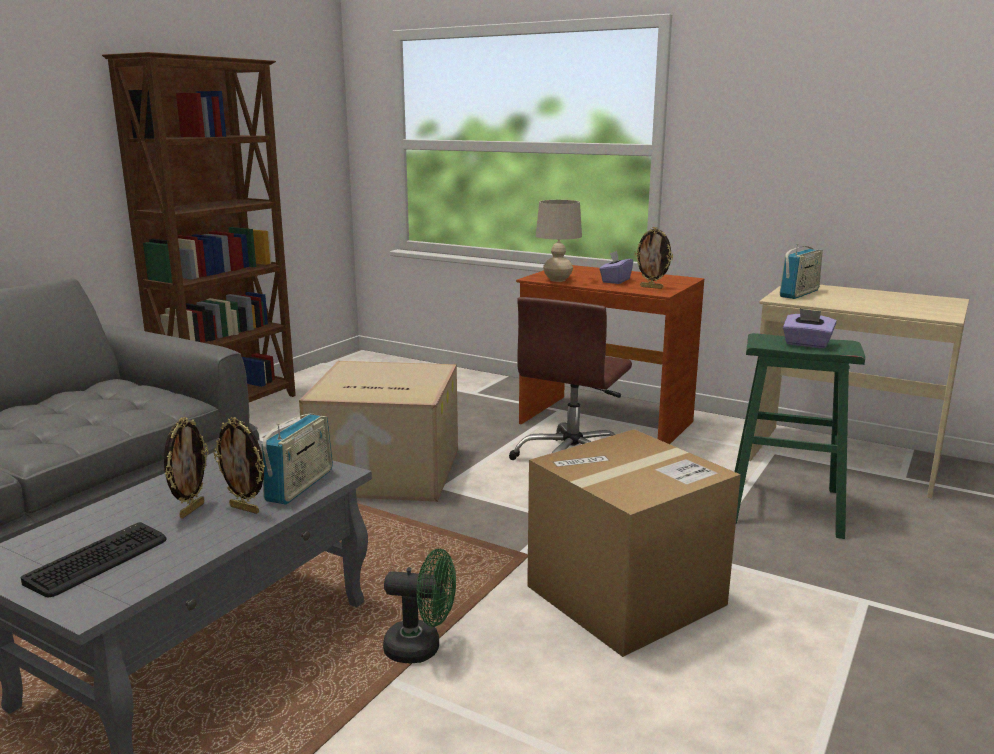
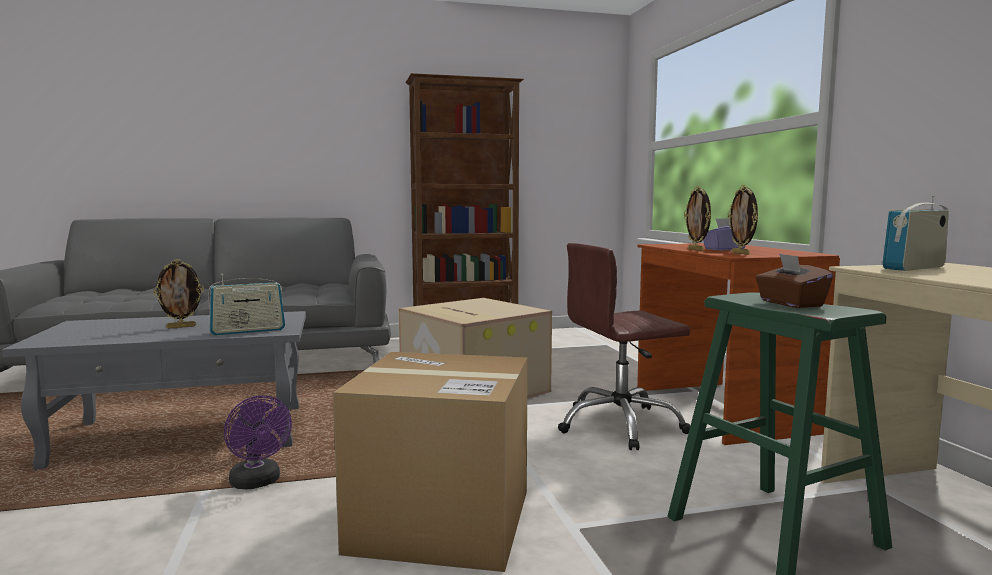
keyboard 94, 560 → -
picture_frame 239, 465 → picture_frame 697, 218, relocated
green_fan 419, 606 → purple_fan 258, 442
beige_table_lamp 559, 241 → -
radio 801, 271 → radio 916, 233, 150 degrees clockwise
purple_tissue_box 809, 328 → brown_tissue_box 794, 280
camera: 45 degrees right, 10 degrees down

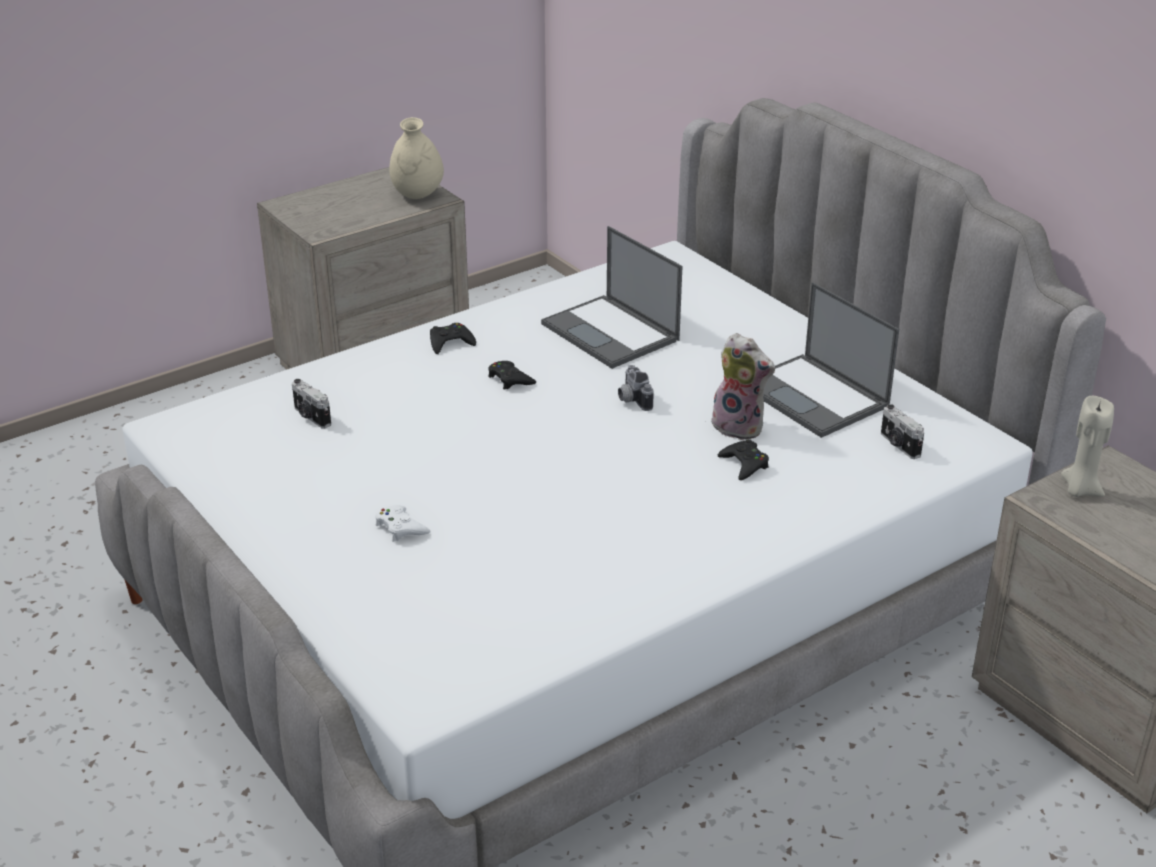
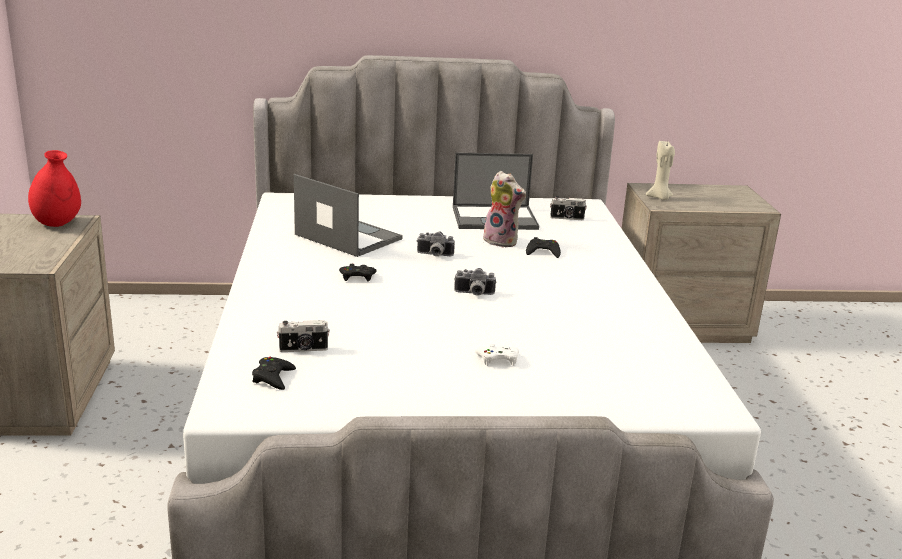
beige_vase 417, 158 → red_vase 54, 188
black_game_controller 453, 338 → black_game_controller 274, 373, relocated
laptop 611, 297 → laptop 348, 215, 135 degrees counterclockwise
plush_toy 742, 387 → plush_toy 504, 209, 60 degrees clockwise
- → photo_camera 475, 282
camera: 60 degrees left, 10 degrees down

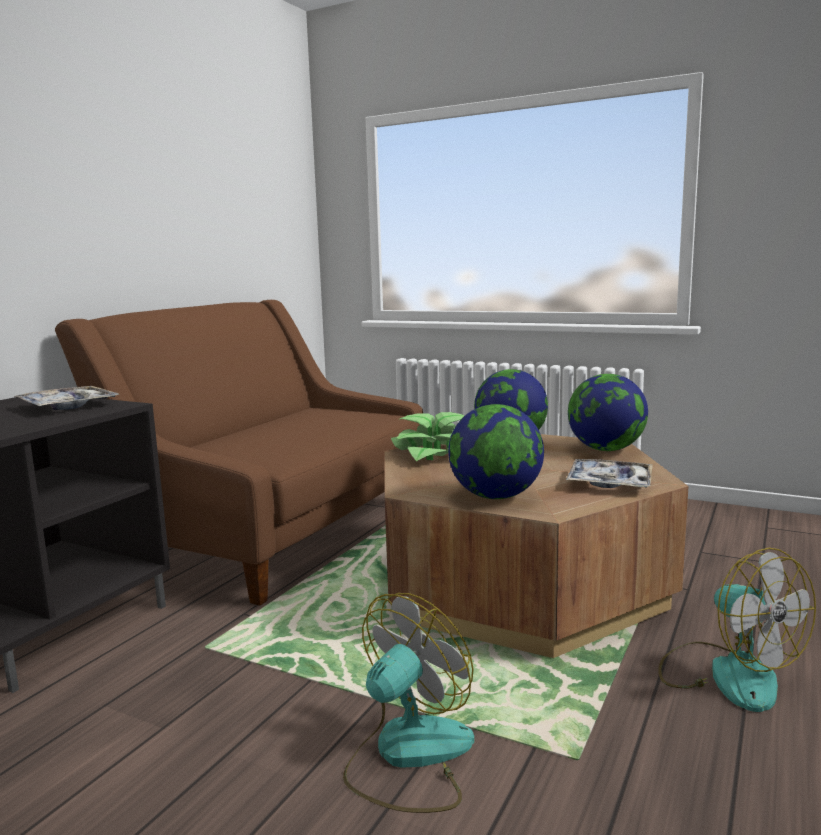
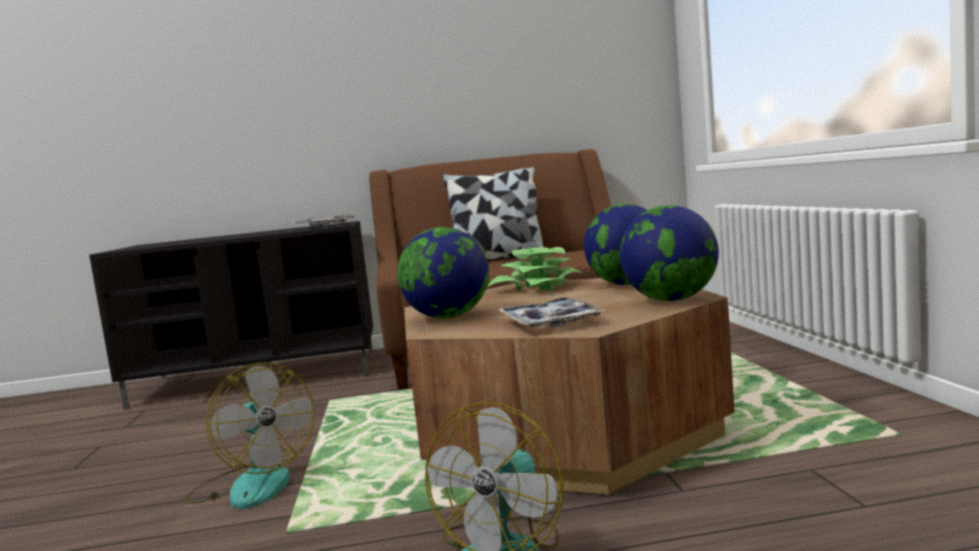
fan 408, 703 → fan 249, 436, 45 degrees clockwise
- → pillow 493, 213
camera: 55 degrees right, 5 degrees down

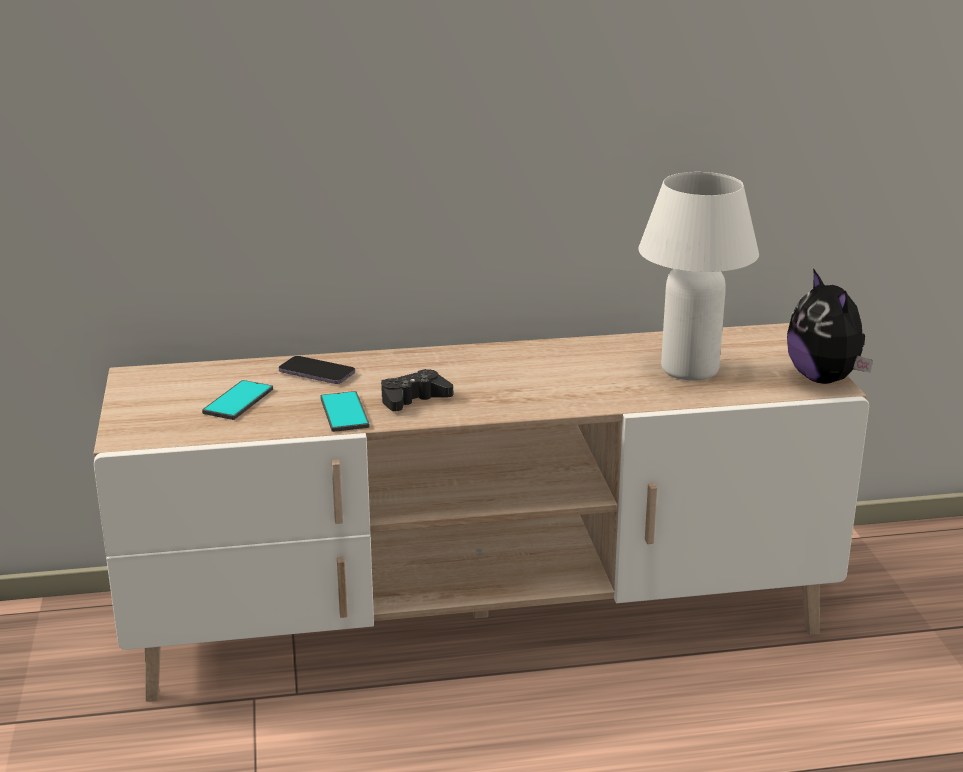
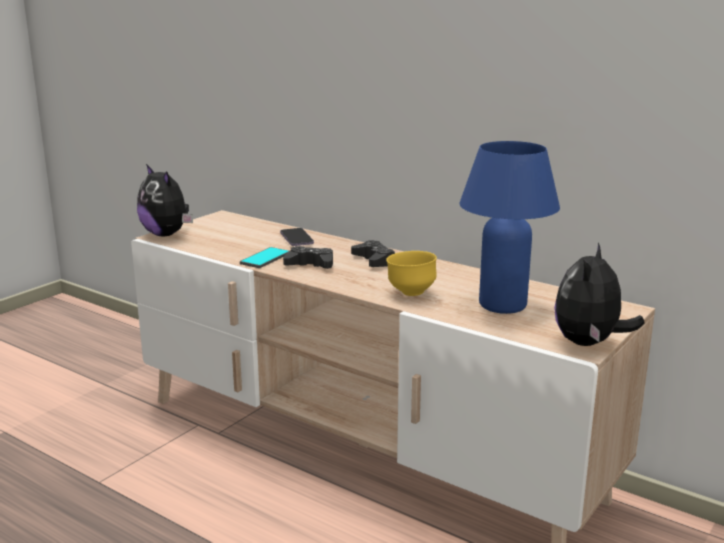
phone 237, 400 → -
white_table_lamp 698, 276 → blue_table_lamp 509, 227
- → plush_toy 165, 200
- → black_game_controller 373, 253
- → yellow_bowl 411, 273
camera: 45 degrees right, 5 degrees down

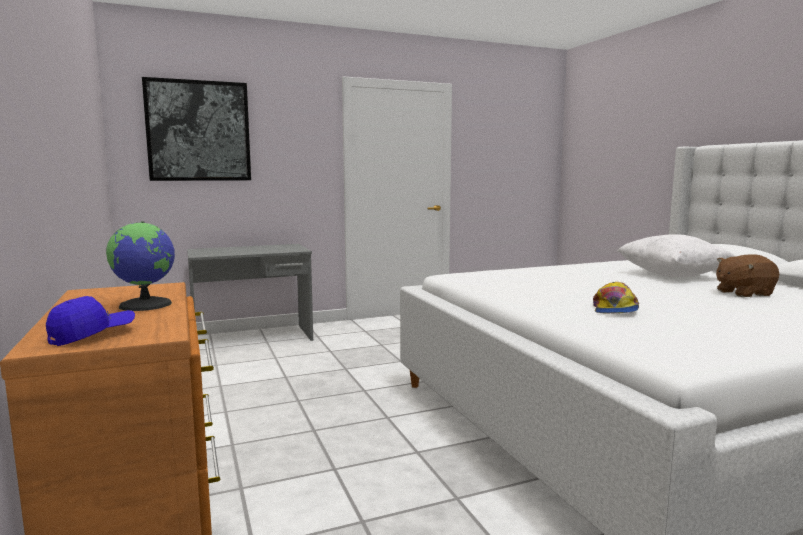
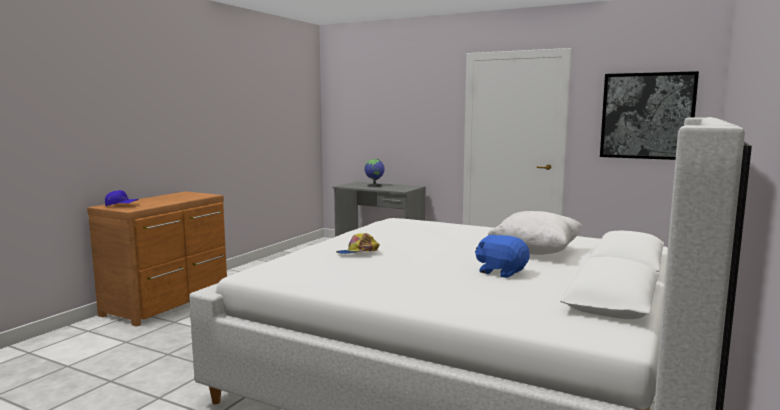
globe 140, 266 → globe 374, 173, relocated
picture 196, 129 → picture 649, 115, relocated
brown_plush_toy 747, 275 → blue_plush_toy 502, 256
camera: 50 degrees right, 0 degrees up

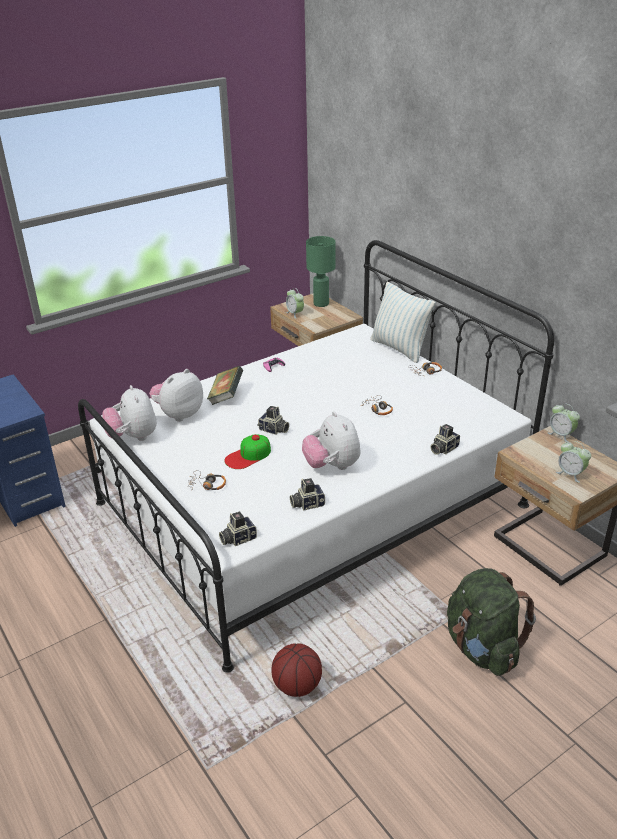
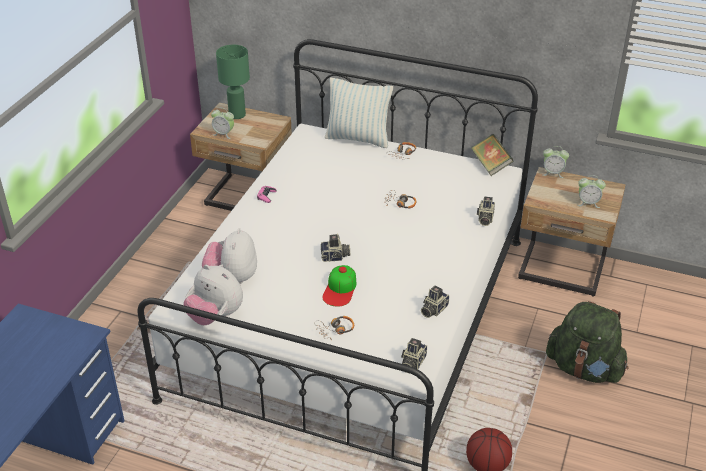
book 225, 385 → book 492, 155, relocated
plush_toy 331, 440 → -
camera: 35 degrees left, 5 degrees up

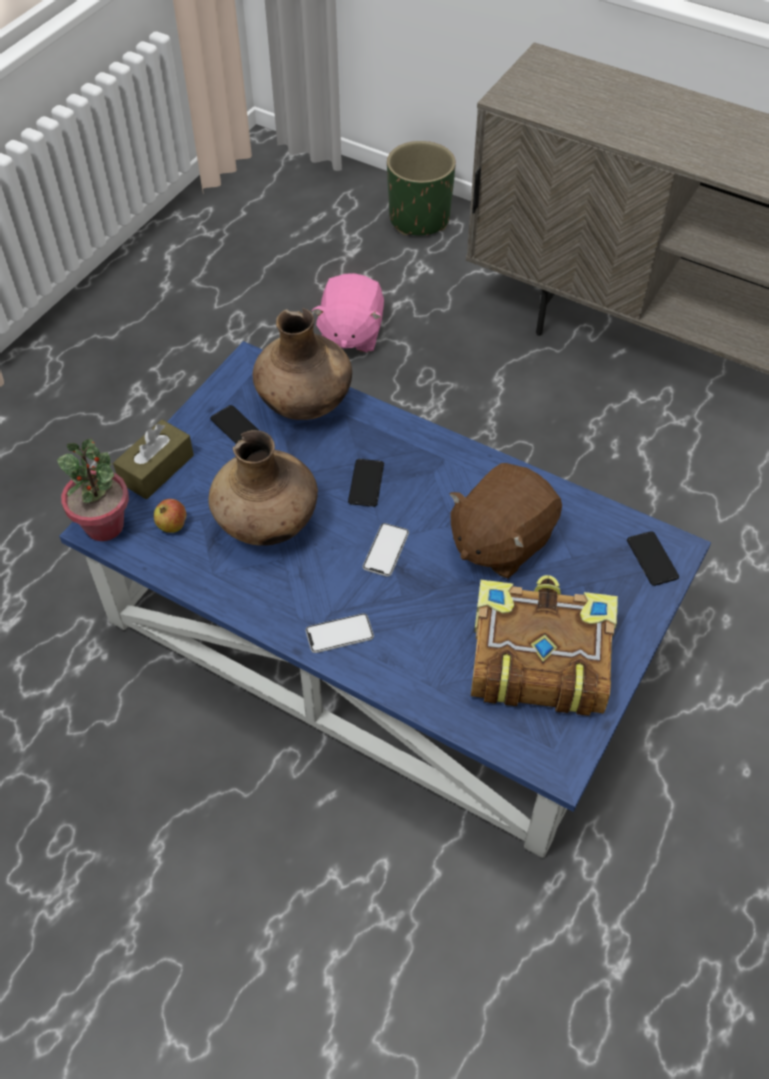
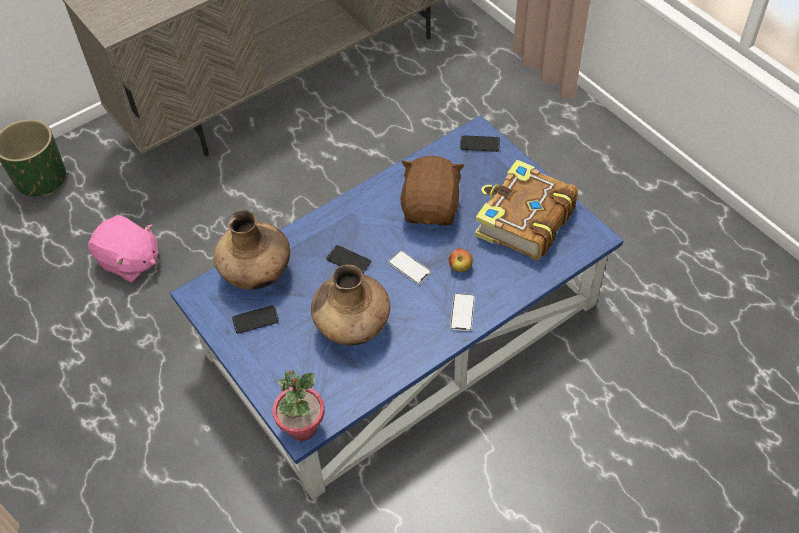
brown_tissue_box 153, 459 → -
apple 170, 516 → apple 461, 260, relocated
brown_plush_toy 505, 521 → brown_plush_toy 432, 190, 150 degrees counterclockwise
camera: 65 degrees left, 0 degrees up

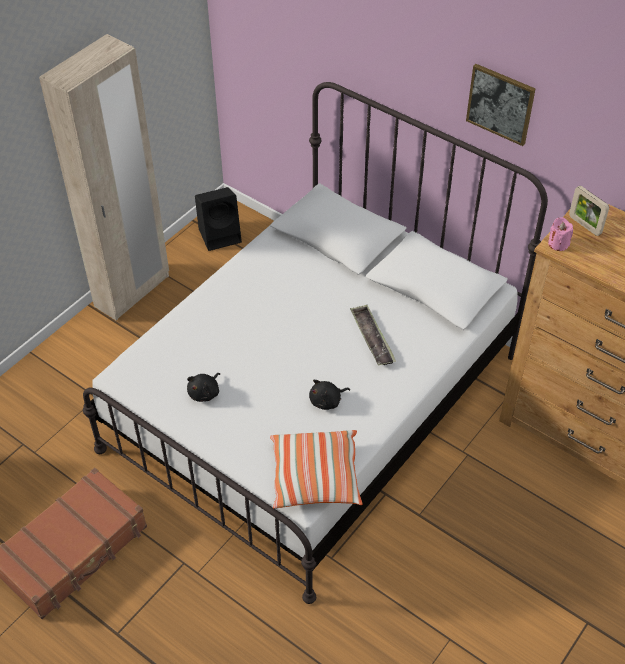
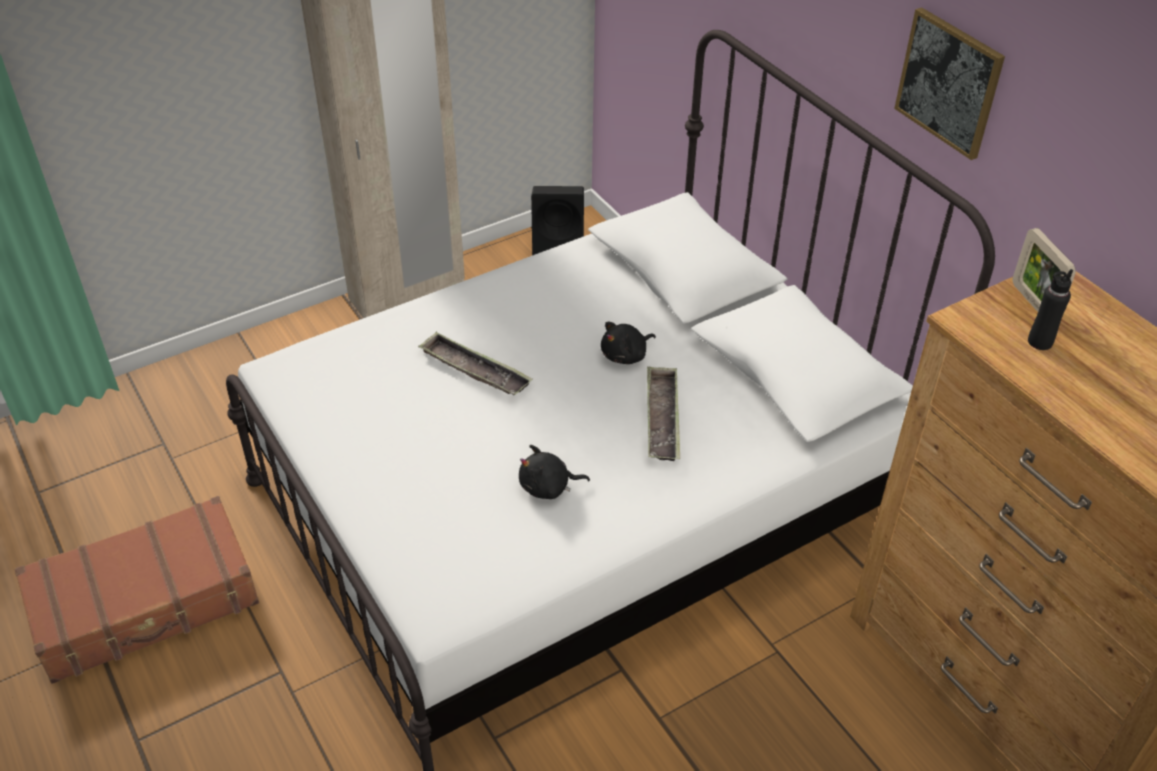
black_plush_toy 203, 387 → black_plush_toy 628, 343, relocated
pillow 316, 469 → -
pink_candle 560, 234 → -
- → tray 475, 363
- → black_bottle 1050, 309
camera: 20 degrees right, 5 degrees down

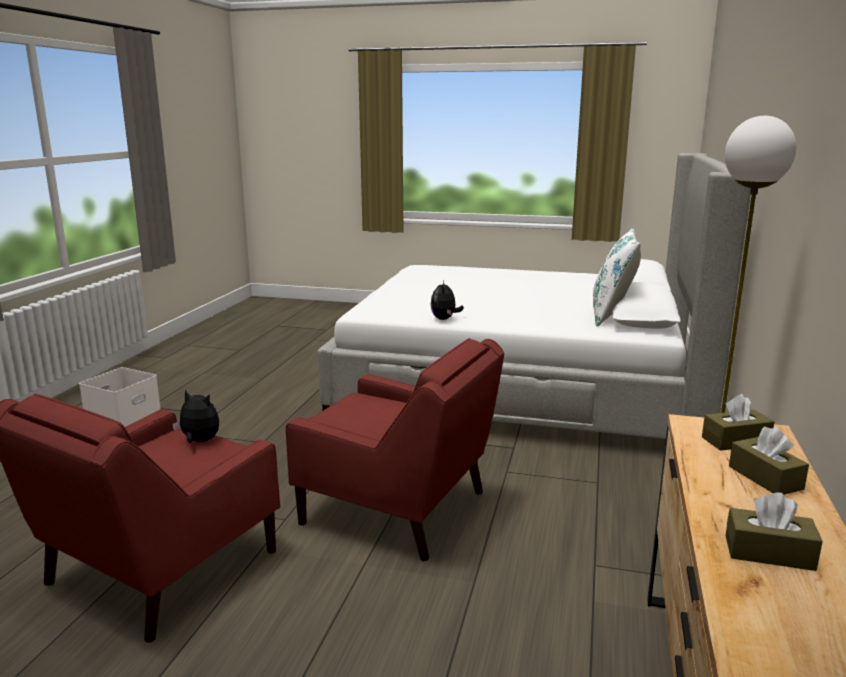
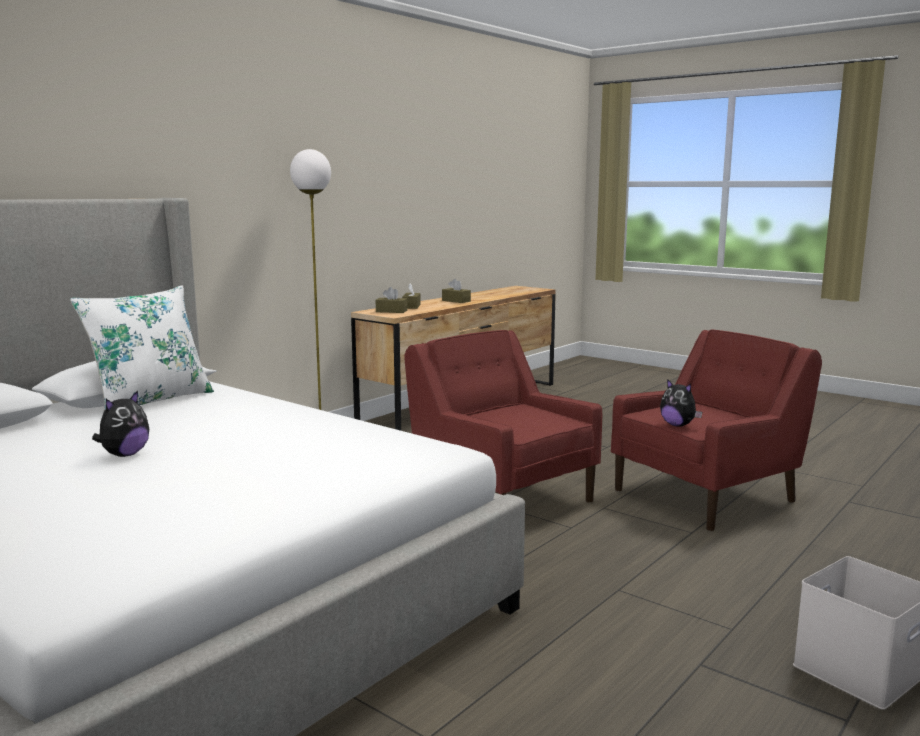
plush_toy 447, 300 → plush_toy 120, 424, relocated
camera: 155 degrees left, 5 degrees down

